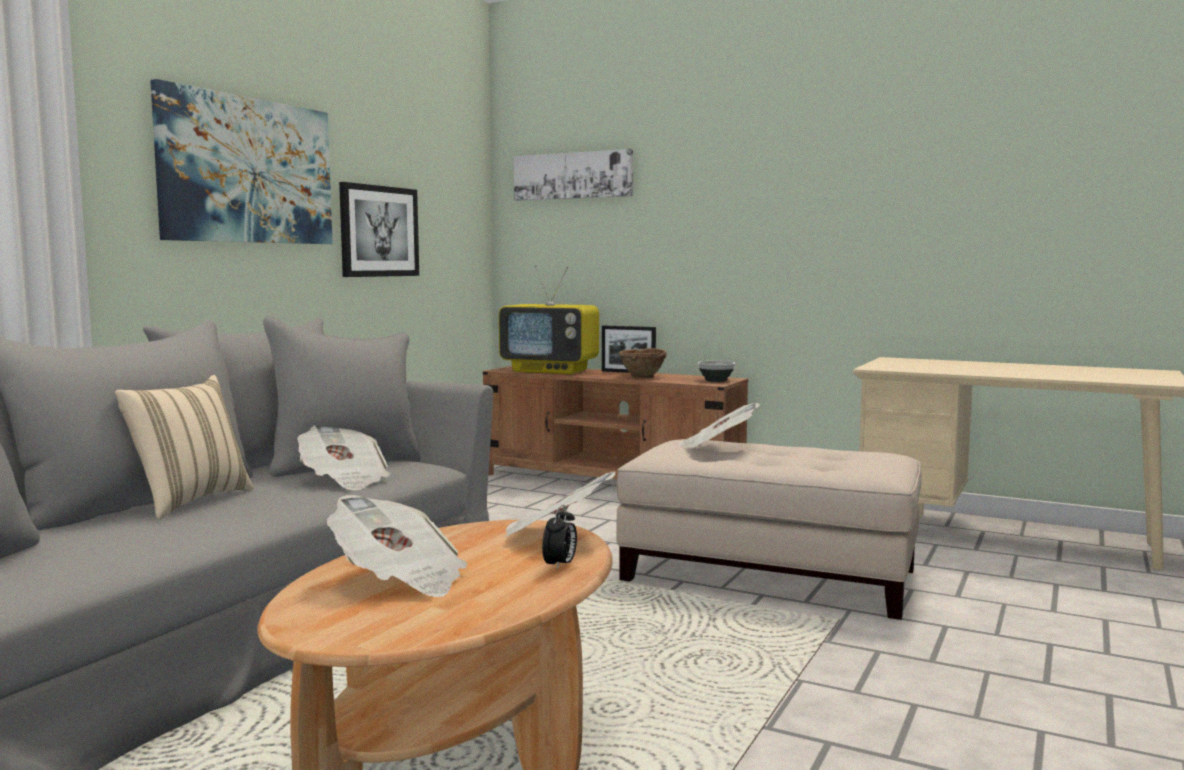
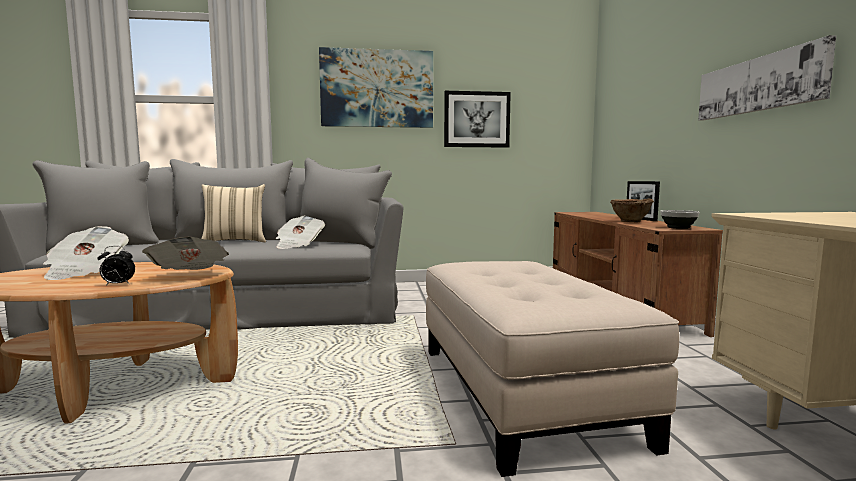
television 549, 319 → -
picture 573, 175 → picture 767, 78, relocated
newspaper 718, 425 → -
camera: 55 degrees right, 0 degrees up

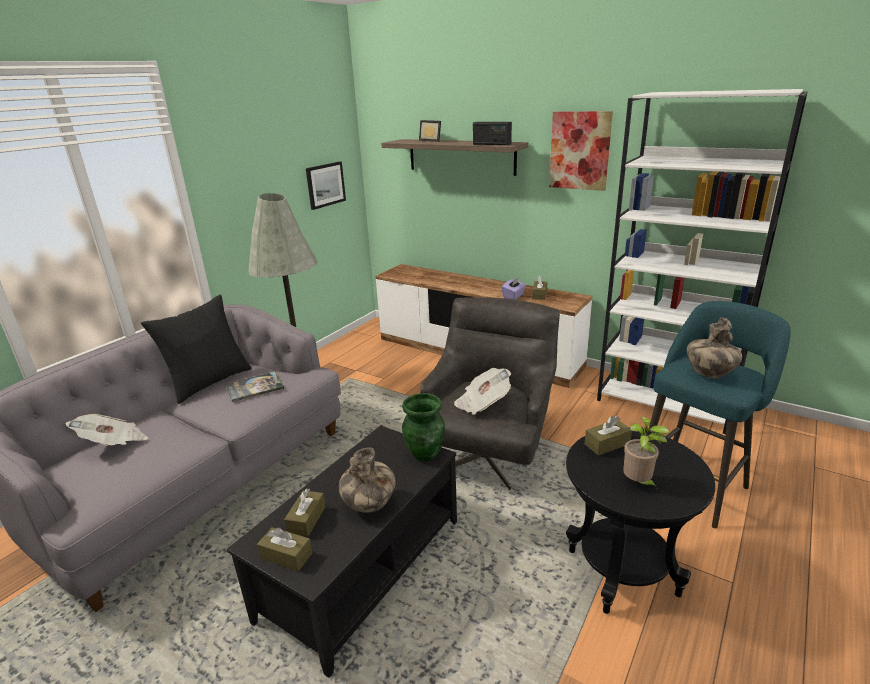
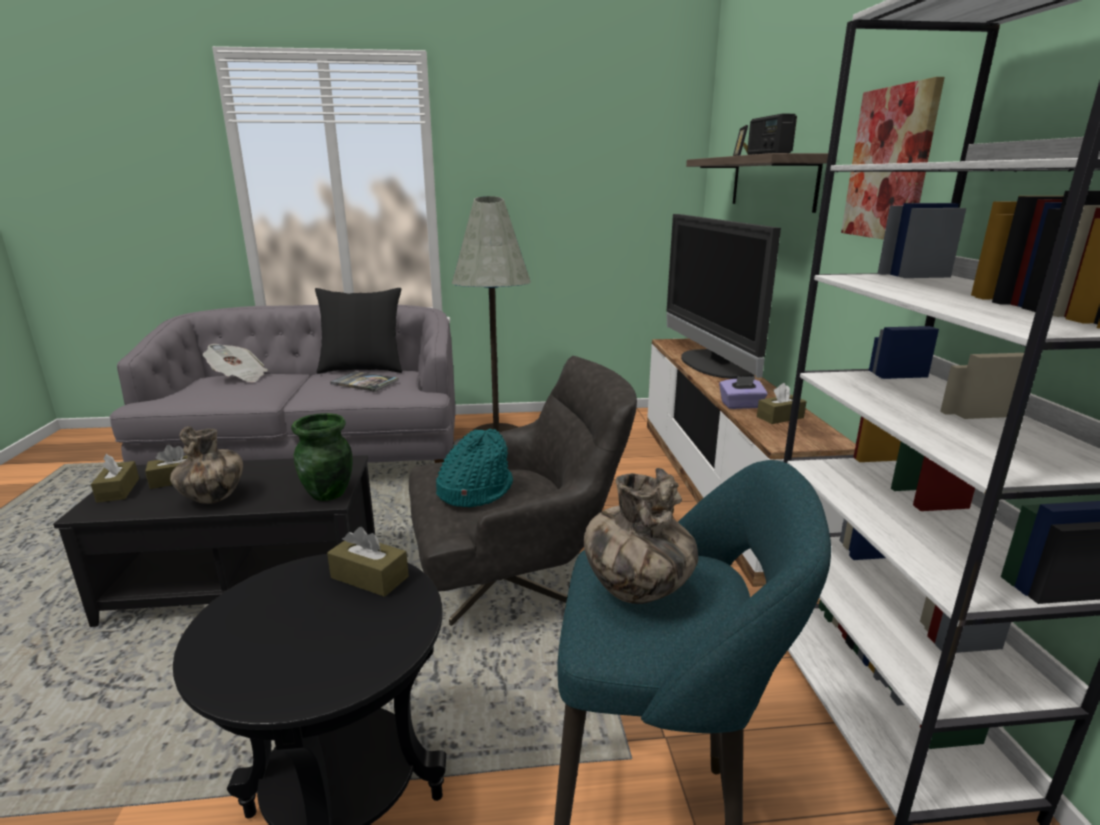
picture 326, 186 → -
newspaper 482, 391 → turquoise_hat 474, 468
potted_plant 646, 452 → -
- → television 723, 296
camera: 50 degrees right, 5 degrees down

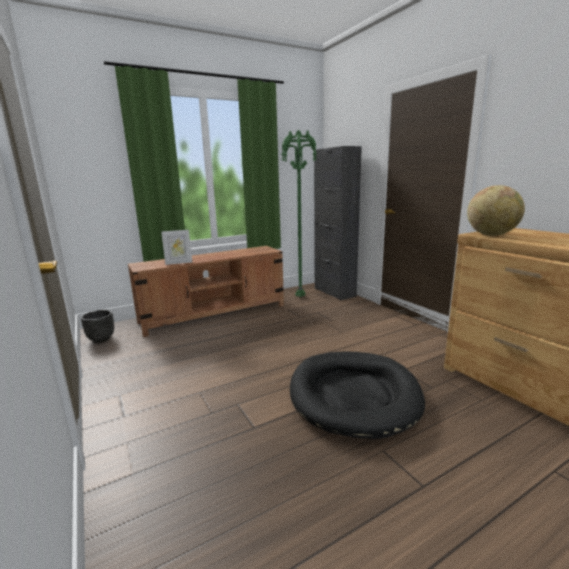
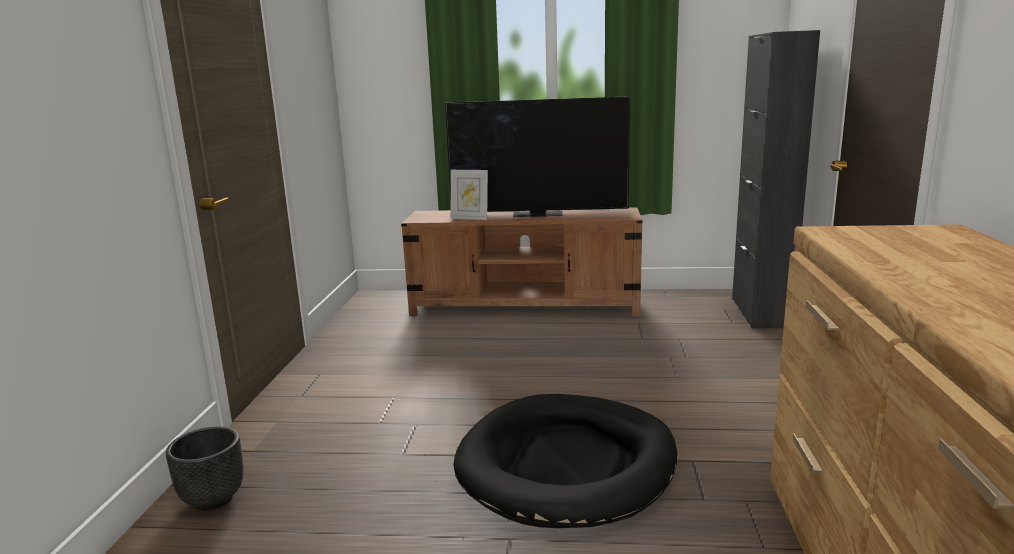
black_planter 97, 326 → black_planter 204, 468, relocated
green_floor_lamp 299, 213 → -
globe 496, 210 → -
- → television 537, 156
camera: 35 degrees right, 0 degrees up

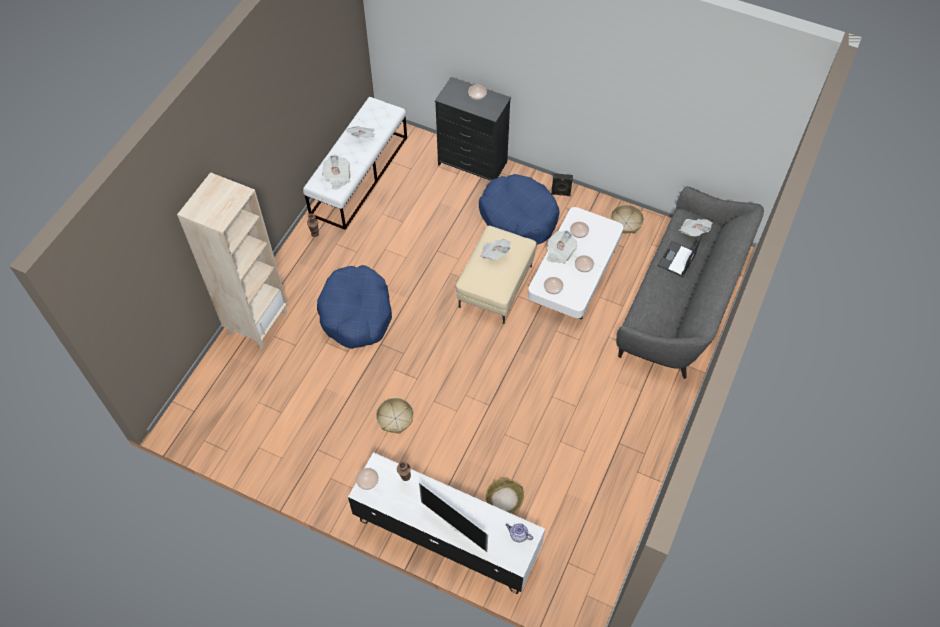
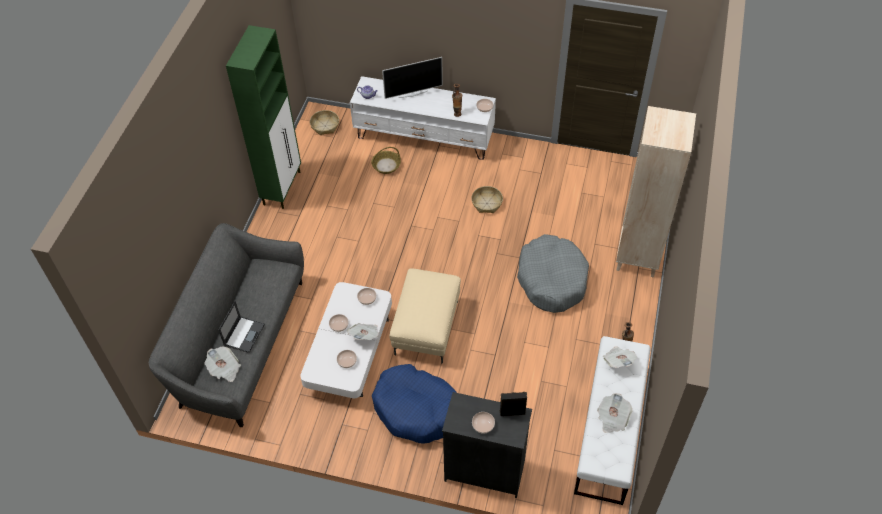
blue_dog_bed 354, 307 → grey_dog_bed 553, 273
television 453, 517 → television 412, 78, 135 degrees clockwise
newspaper 495, 249 → -
black_speaker 562, 184 → black_speaker 513, 404, relocated
basket 627, 218 → basket 324, 122, relocated
- → green_cabinet 263, 117
camera: 170 degrees right, 5 degrees down

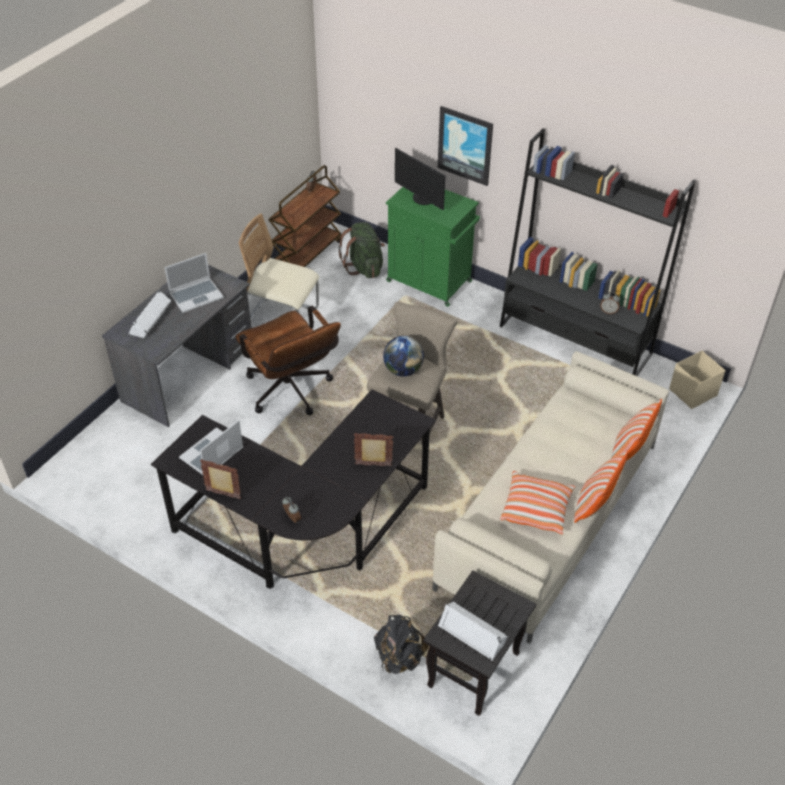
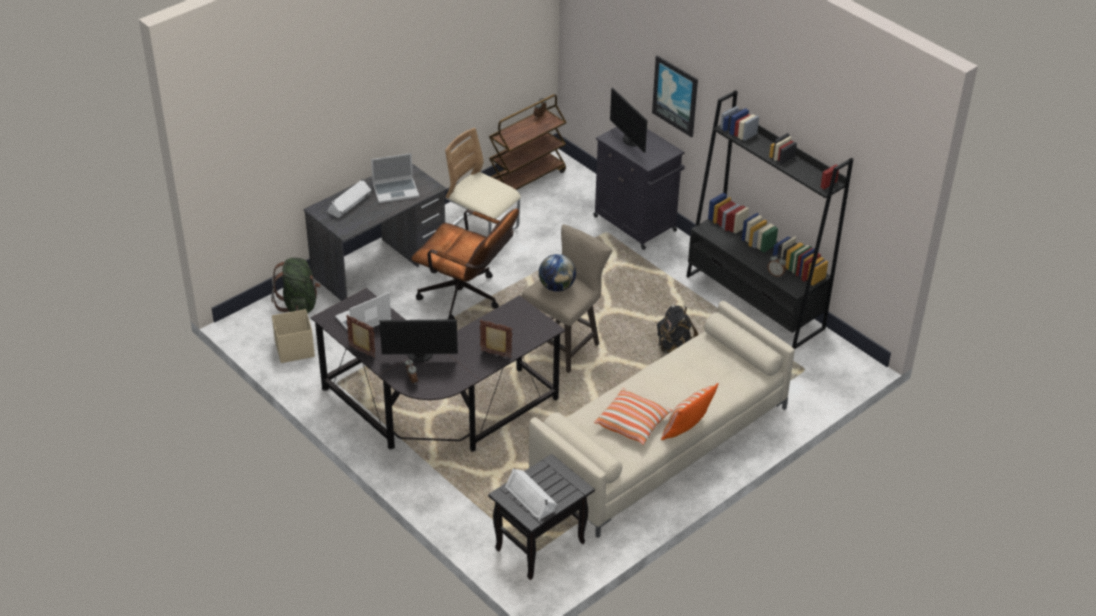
brown_office_chair 288, 360 → brown_office_chair 465, 263, 45 degrees counterclockwise
green_backpack 361, 250 → green_backpack 296, 286, relocated
black_backpack 401, 644 → black_backpack 677, 329, relocated
green_cabinet 433, 247 → black_cabinet 639, 188
pillow 636, 430 → -
beige_storage_box 697, 380 → beige_storage_box 293, 336, relocated
- → monitor 418, 340
camera: 15 degrees right, 5 degrees down

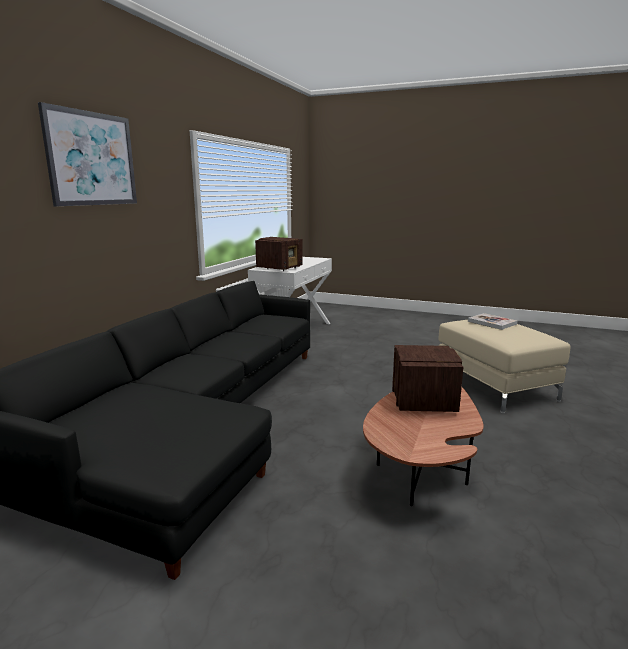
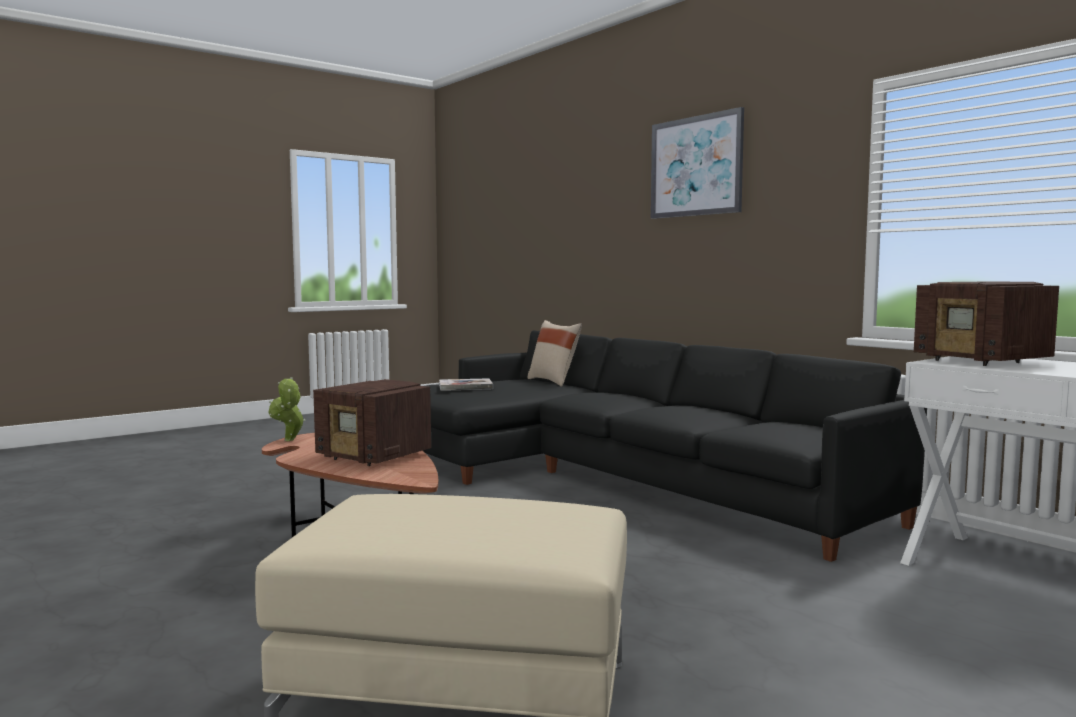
book 492, 321 → book 466, 384, relocated
- → potted_plant 286, 409
- → beige_pillow 554, 353
camera: 120 degrees right, 10 degrees down

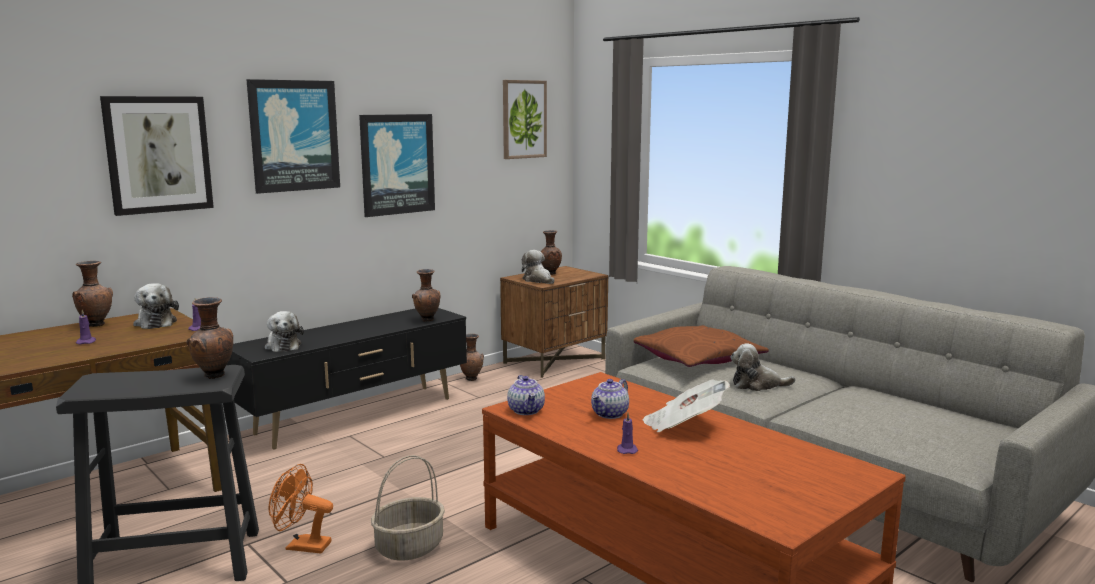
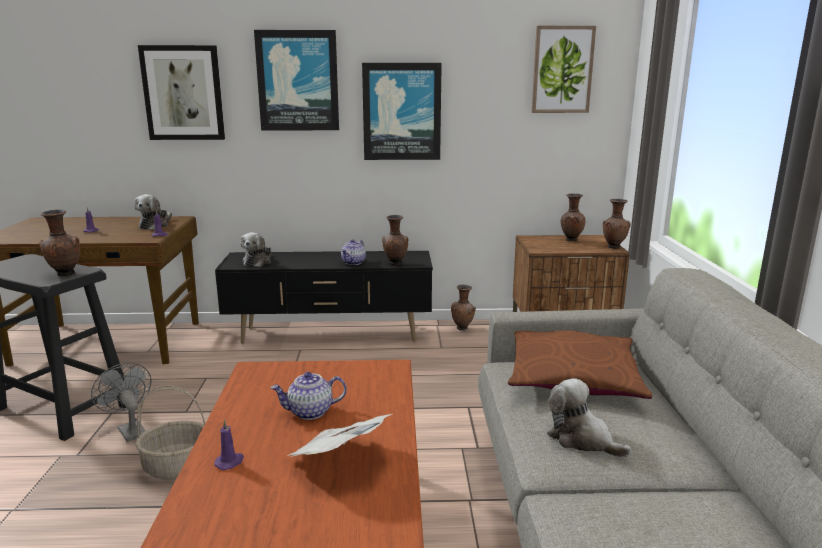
brown_vase 92, 294 → brown_vase 617, 224, relocated
orange_fan 301, 509 → grey_fan 121, 402
teapot 526, 395 → teapot 353, 252, relocated
plush_toy 538, 267 → -
camera: 40 degrees right, 5 degrees up

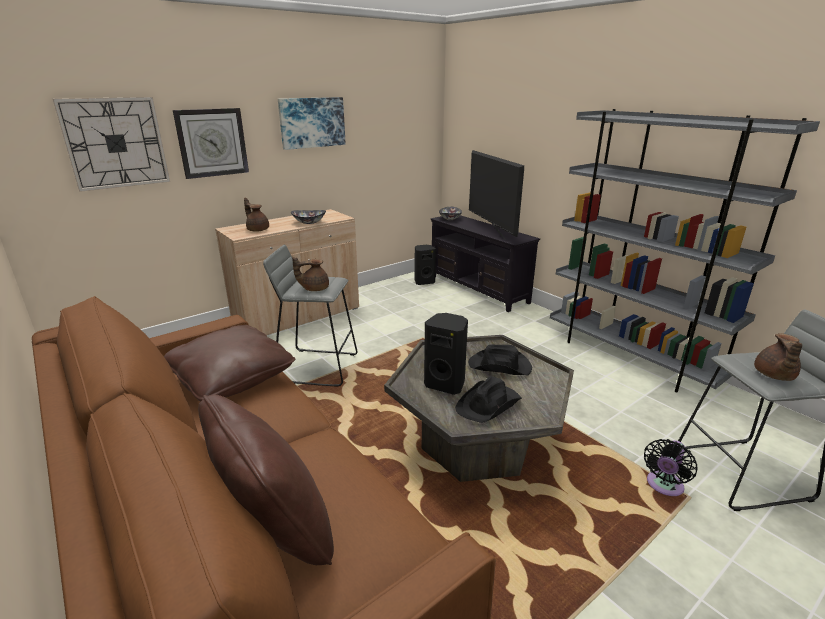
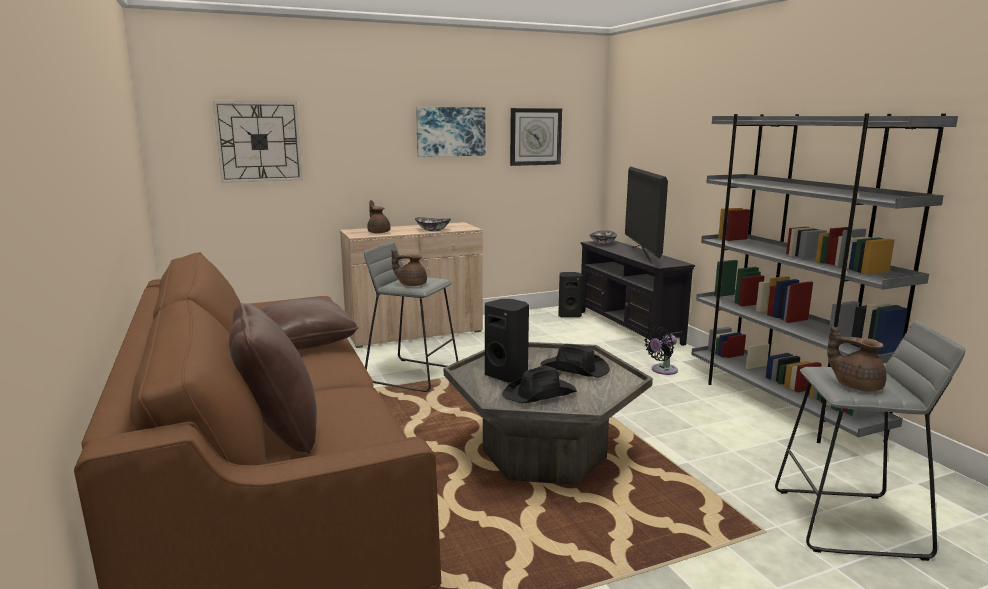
wall_clock 211, 143 → wall_clock 536, 137, relocated
black_fan 670, 467 → black_fan 661, 351, relocated
brown_teapot 778, 357 → brown_teapot 857, 358, 90 degrees clockwise
camera: 15 degrees right, 10 degrees down

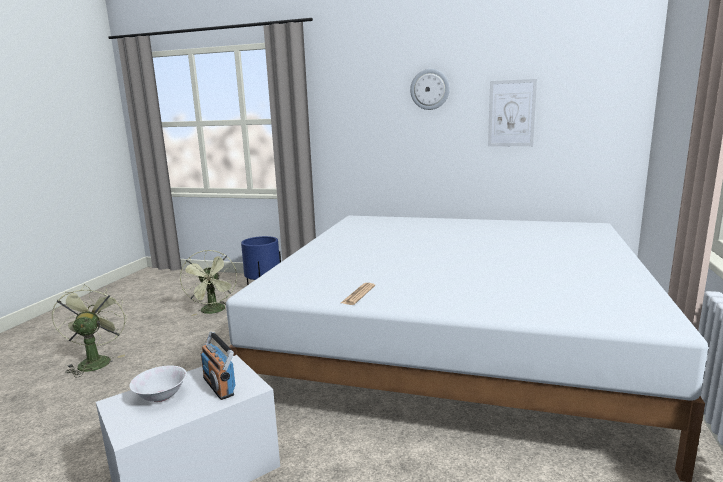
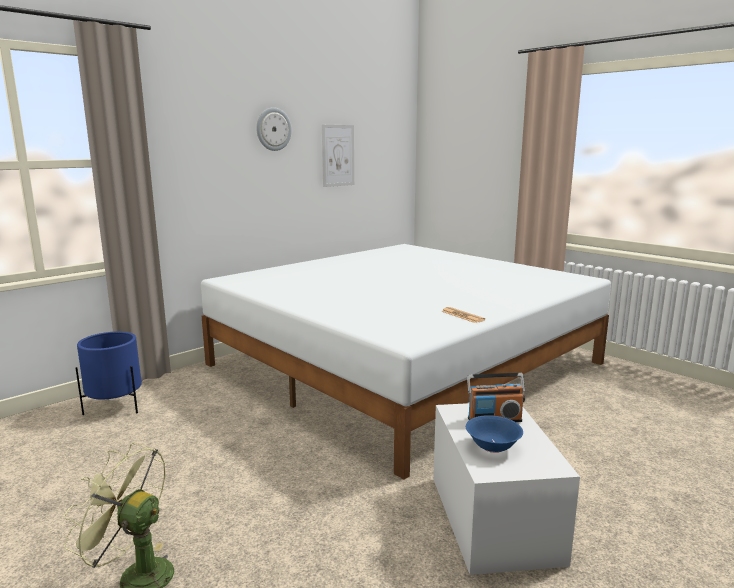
white_bowl 158, 383 → blue_bowl 494, 434
green_fan 208, 283 → -
camera: 60 degrees left, 0 degrees up

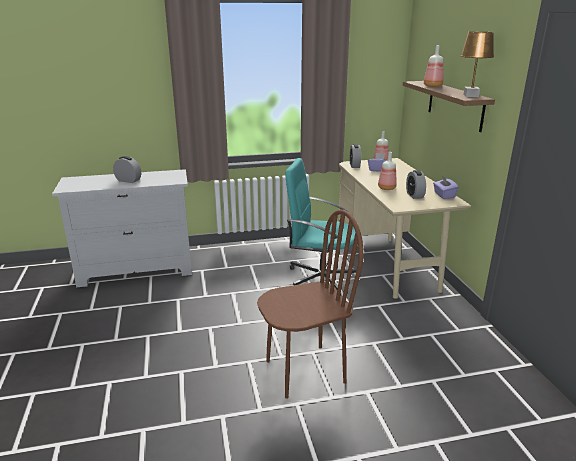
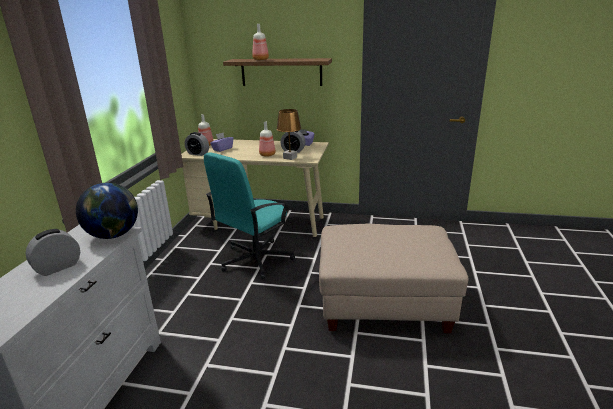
brown_chair 310, 304 → beige_ottoman 394, 278
brown_table_lamp 477, 64 → brown_table_lamp 289, 134, relocated
- → globe 107, 211
camera: 65 degrees left, 0 degrees up

